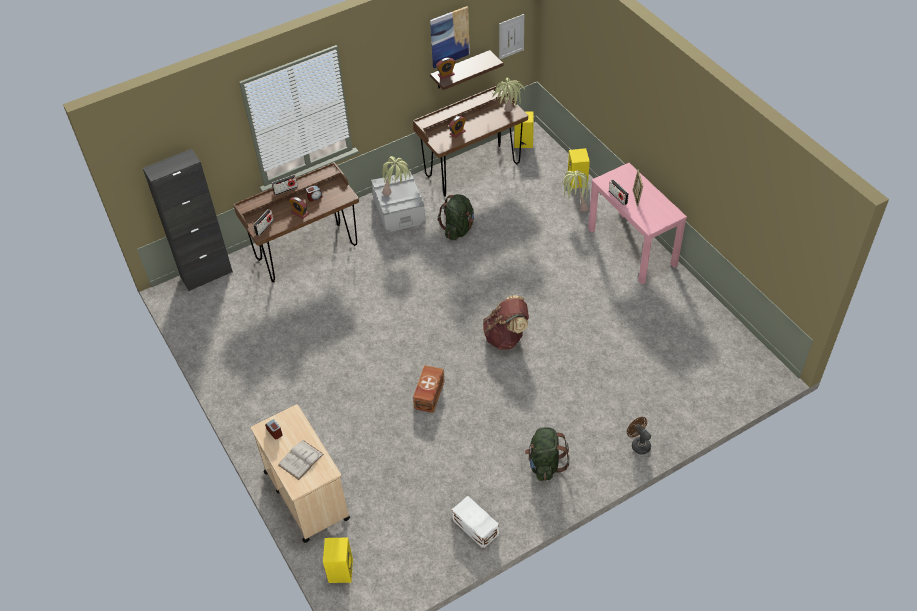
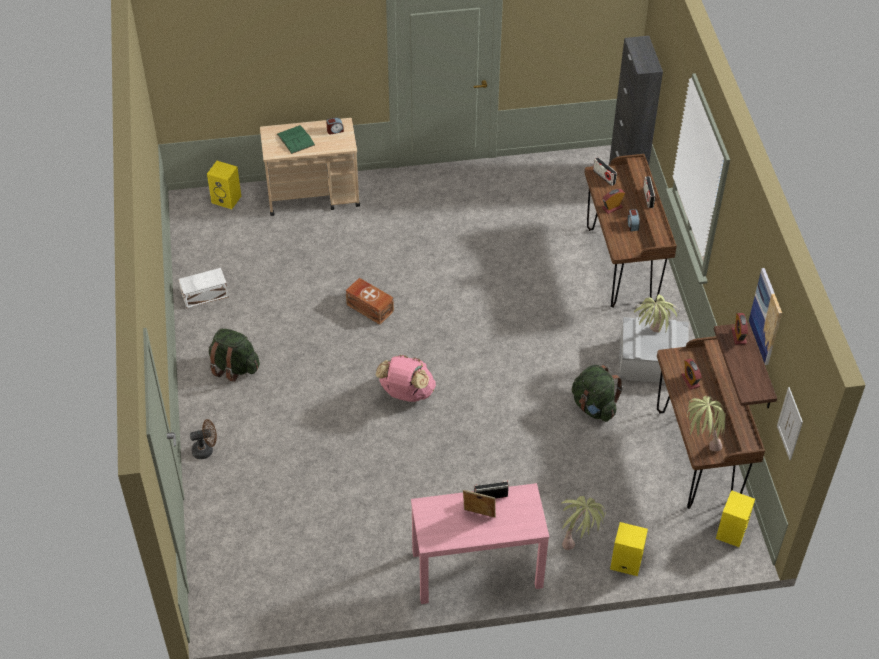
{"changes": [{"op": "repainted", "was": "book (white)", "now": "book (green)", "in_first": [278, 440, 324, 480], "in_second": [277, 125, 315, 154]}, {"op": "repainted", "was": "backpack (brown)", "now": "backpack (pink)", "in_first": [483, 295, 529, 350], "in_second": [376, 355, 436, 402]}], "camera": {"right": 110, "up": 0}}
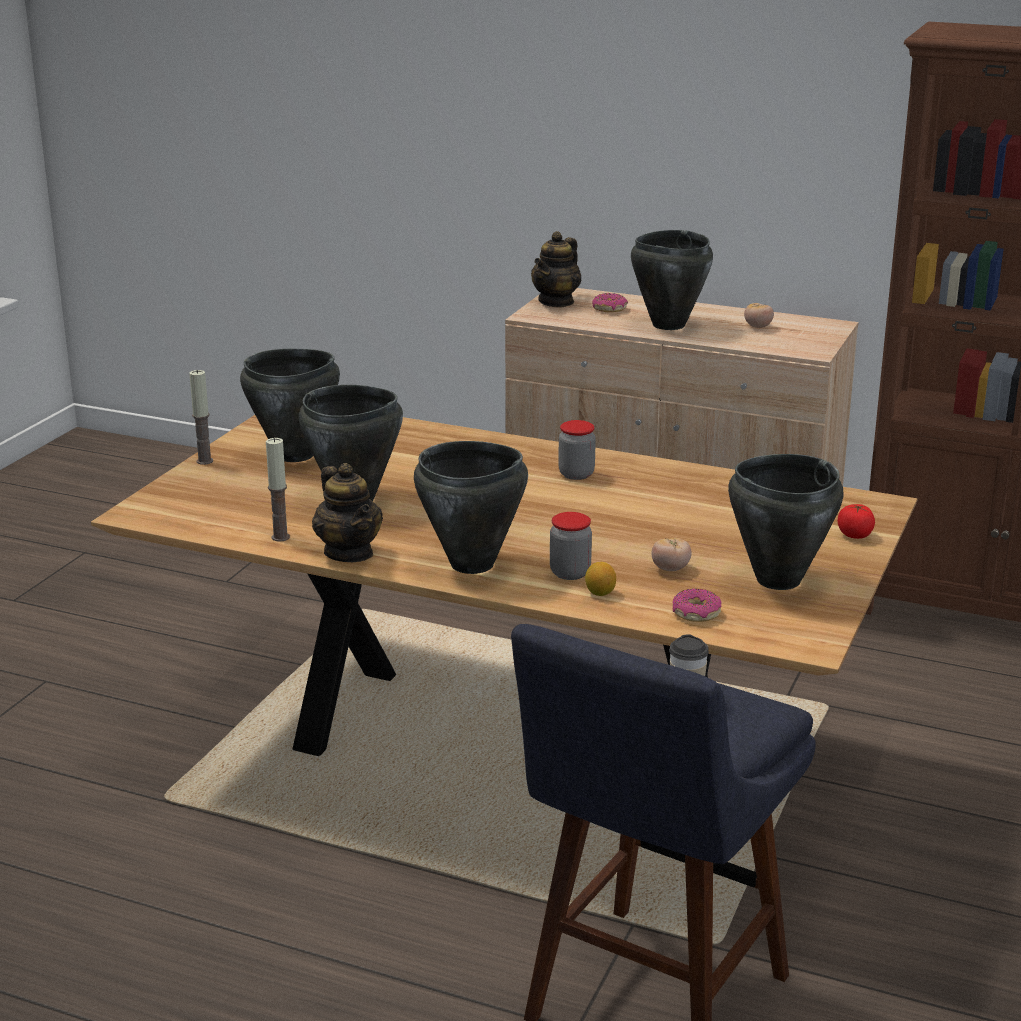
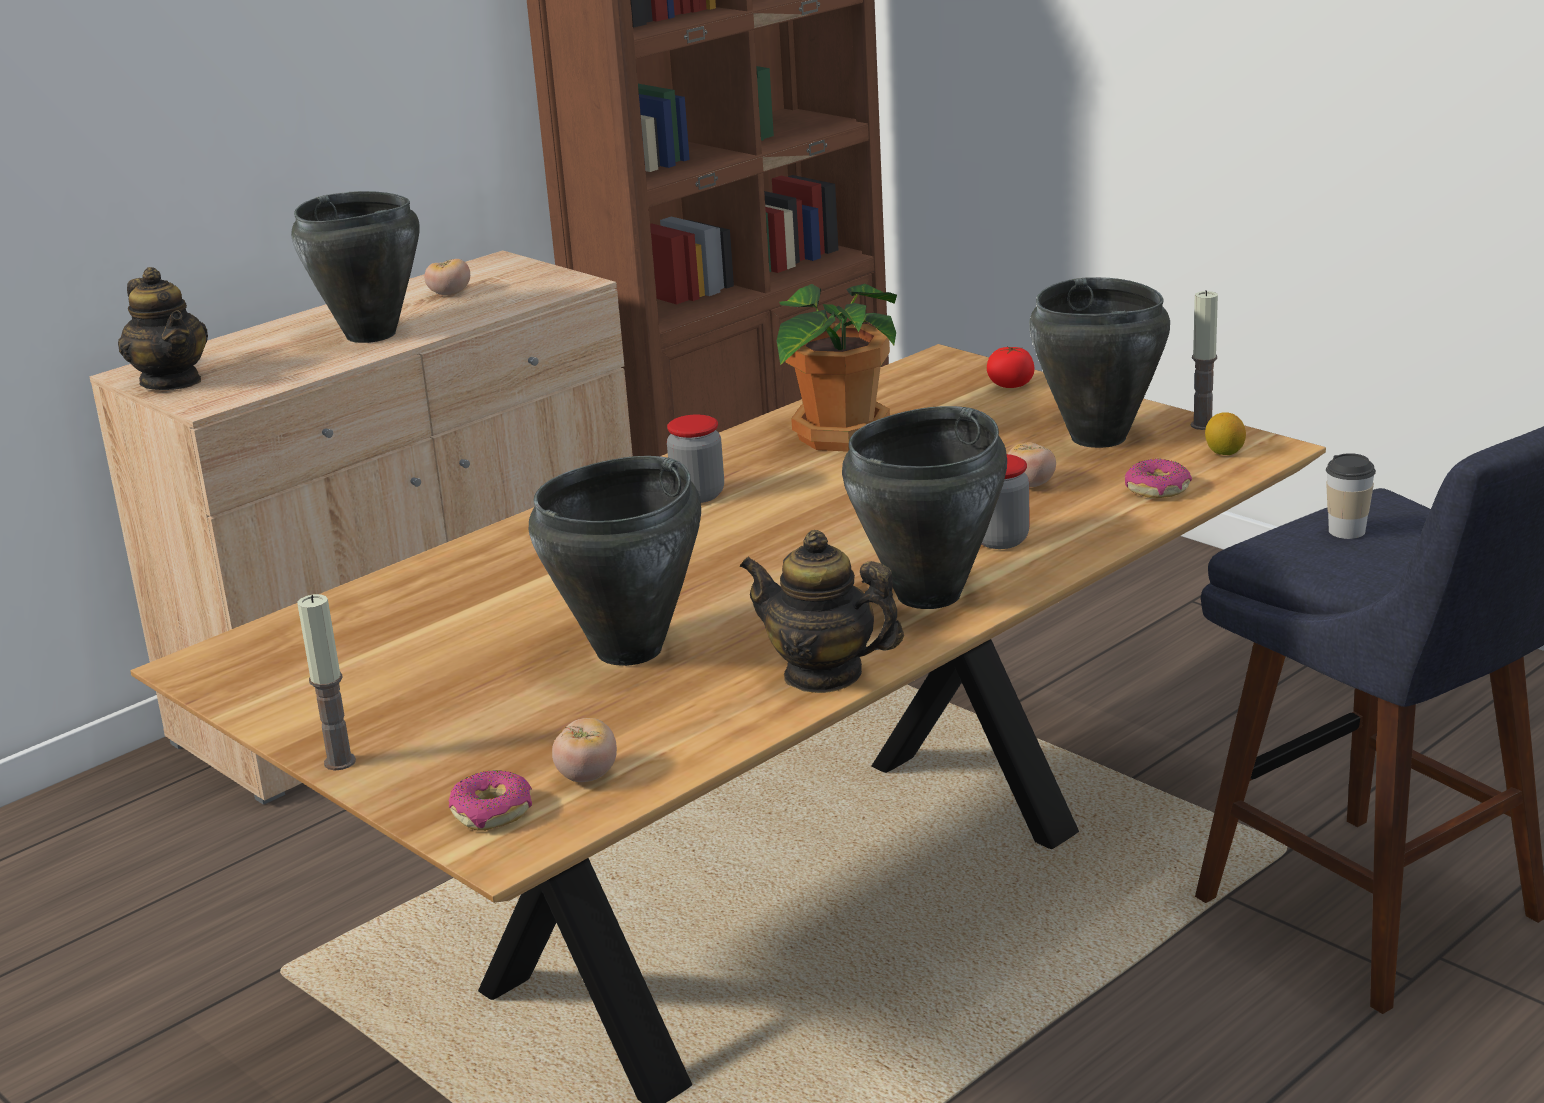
{"changes": [{"op": "gone", "was": "cooking pot (black)", "in_first": [240, 348, 340, 462]}, {"op": "new", "now": "tomato", "in_second": [552, 718, 617, 782]}, {"op": "new", "now": "potted plant", "in_second": [777, 284, 897, 452]}, {"op": "shifted", "was": "candle", "in_first": [266, 438, 290, 542], "in_second": [1191, 290, 1218, 430]}, {"op": "shifted", "was": "lemon", "in_first": [585, 562, 616, 596], "in_second": [1205, 412, 1246, 455]}, {"op": "shifted", "was": "donut", "in_first": [592, 293, 628, 312], "in_second": [449, 770, 532, 831]}, {"op": "rotated", "was": "teapot", "in_first": [312, 463, 383, 562], "in_second": [740, 530, 904, 693], "clockwise": -150}], "camera": {"right": -65, "up": 0}}
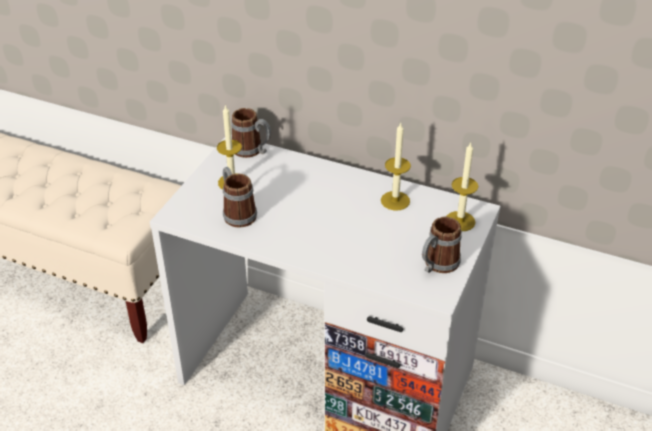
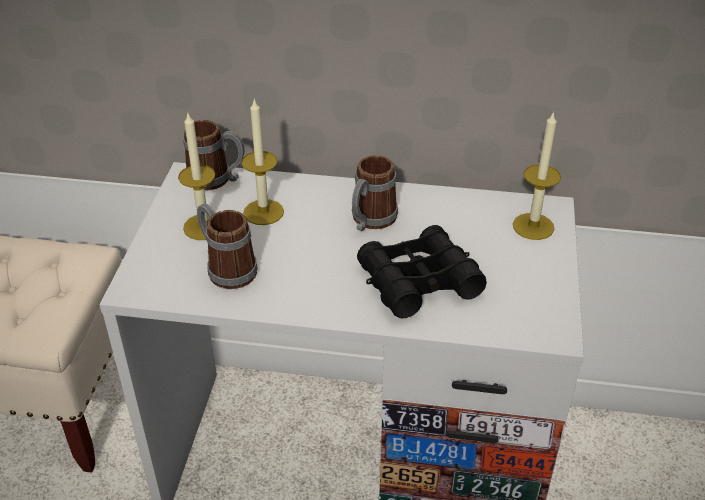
{"changes": [{"op": "new", "now": "binoculars (black)", "in_second": [357, 225, 487, 318]}, {"op": "shifted", "was": "candle", "in_first": [381, 123, 411, 210], "in_second": [241, 98, 284, 225]}, {"op": "shifted", "was": "mug", "in_first": [422, 217, 462, 273], "in_second": [352, 155, 398, 231]}], "camera": {"right": -15, "up": 0}}
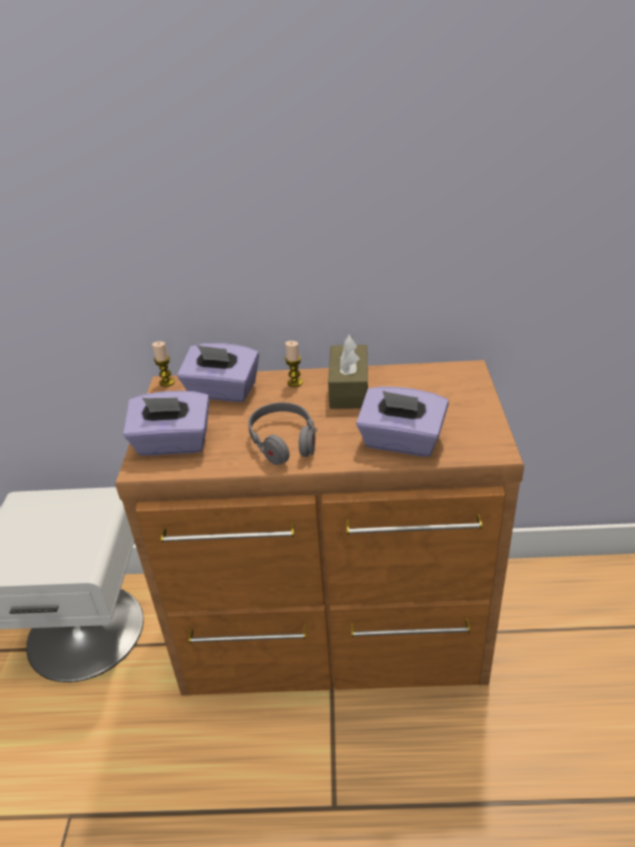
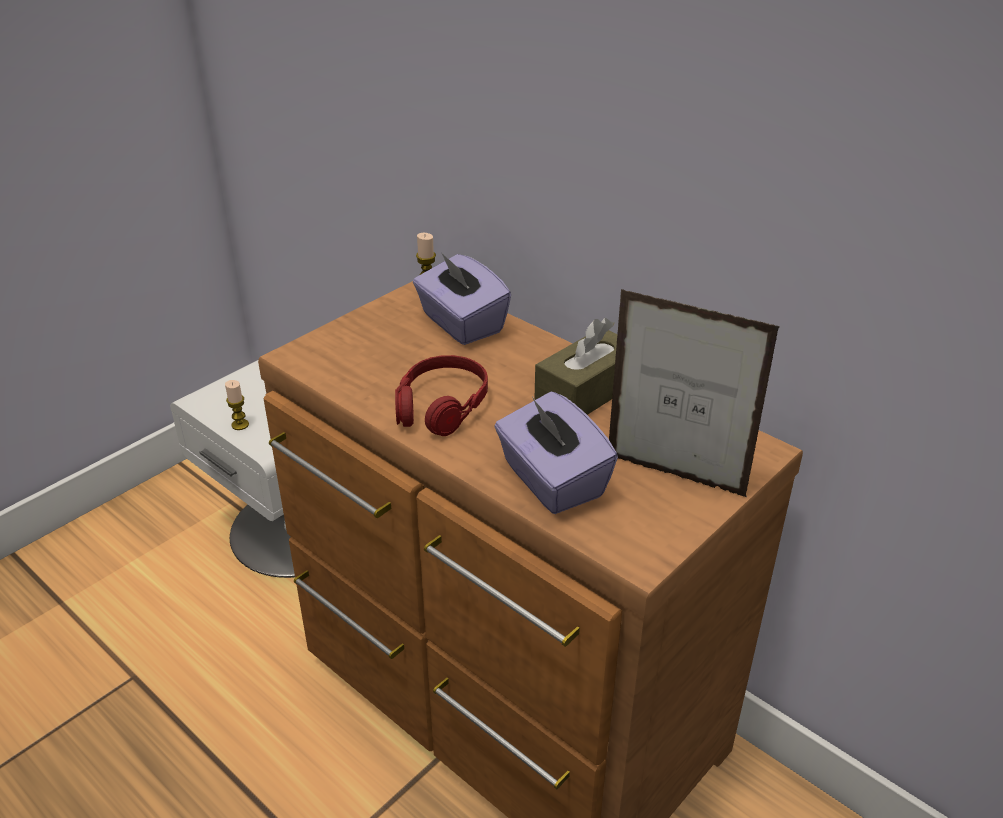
{"changes": [{"op": "gone", "was": "tissue box (purple)", "in_first": [123, 391, 210, 456]}, {"op": "new", "now": "picture frame", "in_second": [609, 289, 780, 497]}, {"op": "shifted", "was": "candle", "in_first": [285, 341, 303, 387], "in_second": [225, 380, 249, 430]}, {"op": "repainted", "was": "headphones (grey)", "now": "headphones (red)", "in_first": [248, 402, 317, 465], "in_second": [395, 355, 488, 436]}], "camera": {"right": 40, "up": 0}}
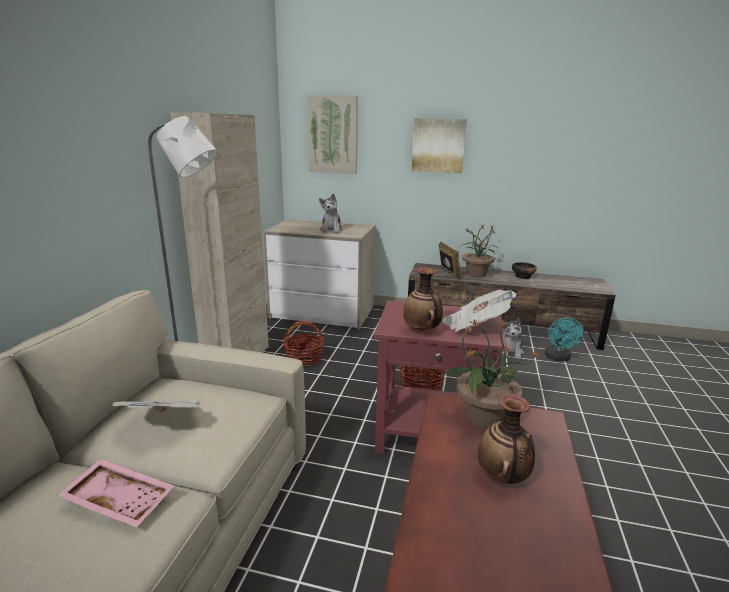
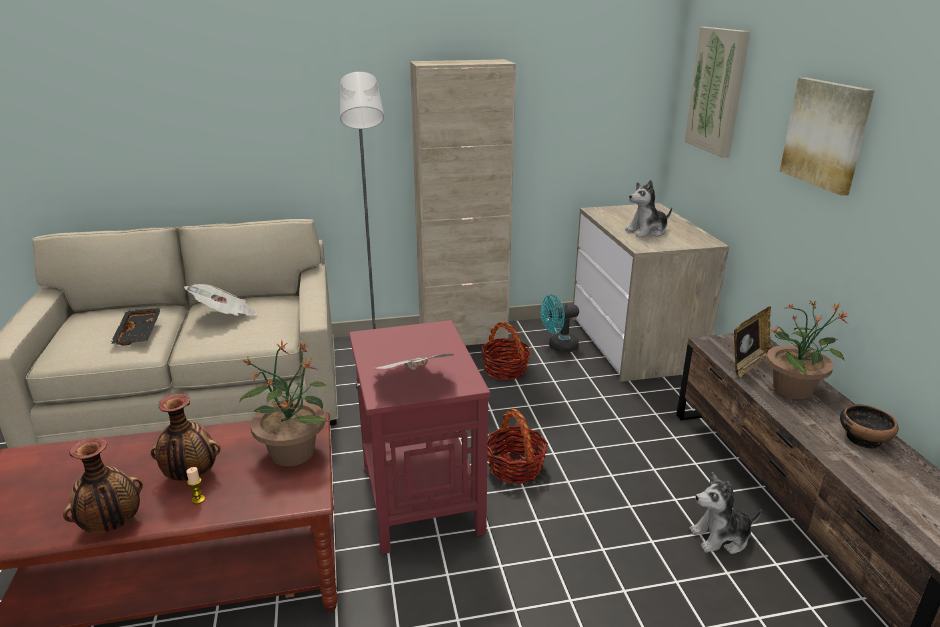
{"changes": [{"op": "new", "now": "candle", "in_second": [186, 467, 205, 504]}, {"op": "shifted", "was": "vase", "in_first": [403, 267, 443, 331], "in_second": [63, 437, 143, 533]}, {"op": "shifted", "was": "fan (turquoise)", "in_first": [545, 317, 584, 361], "in_second": [541, 294, 579, 353]}, {"op": "repainted", "was": "tray (pink)", "now": "tray (black)", "in_first": [57, 459, 174, 528], "in_second": [110, 308, 161, 346]}], "camera": {"right": 65, "up": 5}}
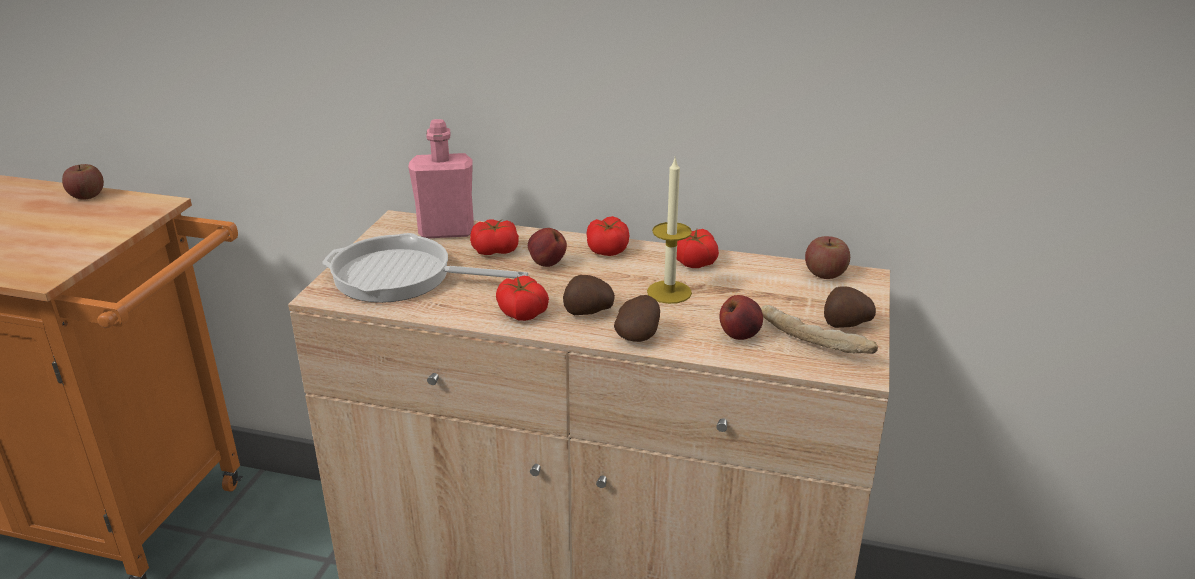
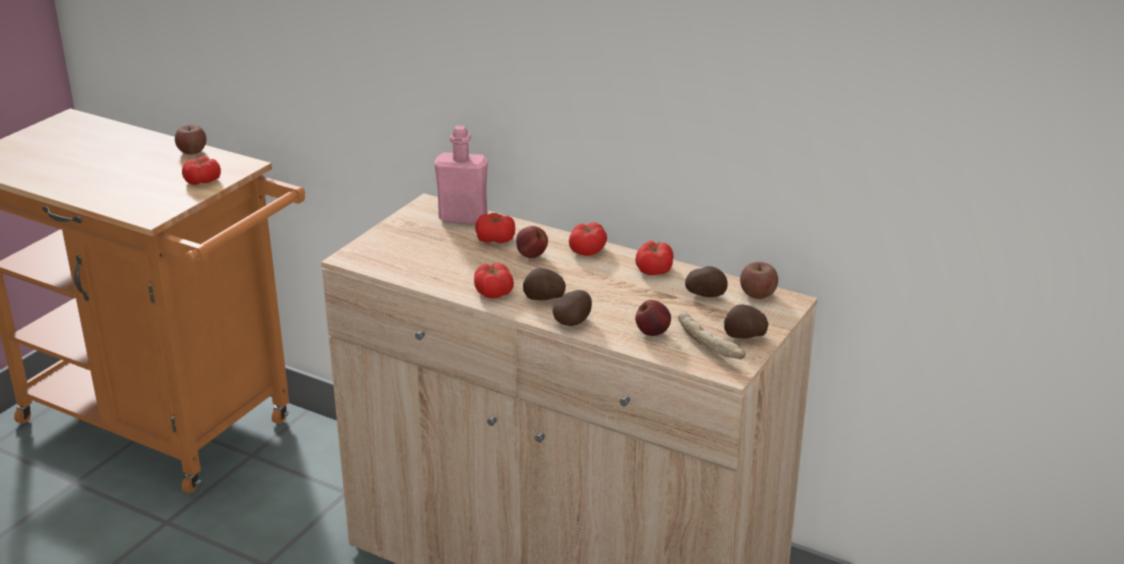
{"changes": [{"op": "gone", "was": "frying pan", "in_first": [322, 233, 528, 303]}, {"op": "gone", "was": "candle", "in_first": [647, 159, 692, 304]}, {"op": "new", "now": "tomato", "in_second": [182, 157, 221, 185]}, {"op": "new", "now": "potato", "in_second": [685, 266, 728, 297]}], "camera": {"right": 15, "up": 0}}
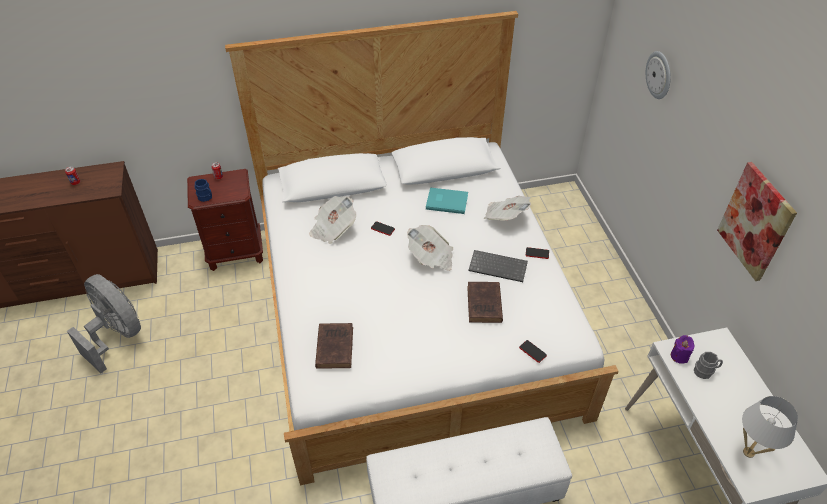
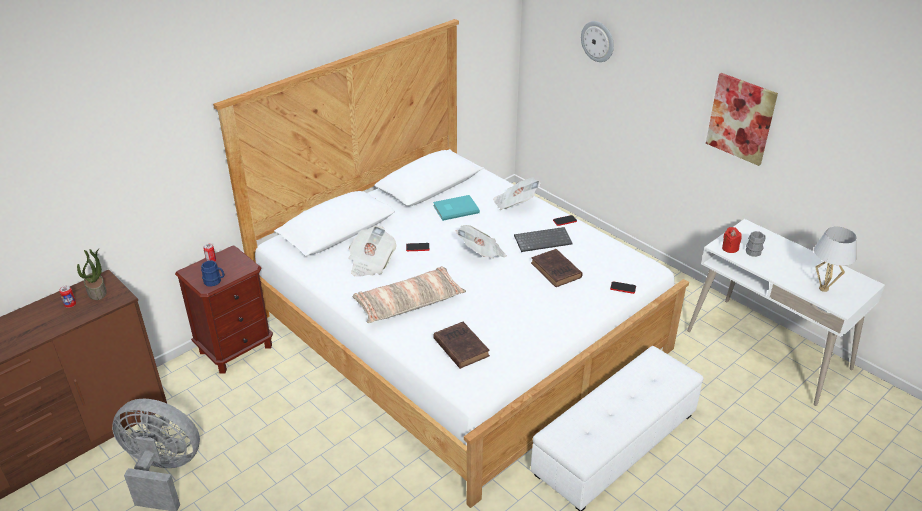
{"changes": [{"op": "new", "now": "potted plant", "in_second": [77, 248, 107, 300]}, {"op": "new", "now": "pillow", "in_second": [353, 266, 466, 323]}, {"op": "repainted", "was": "candle (purple)", "now": "candle (red)", "in_first": [671, 335, 695, 364], "in_second": [722, 227, 742, 253]}], "camera": {"right": -30, "up": -10}}
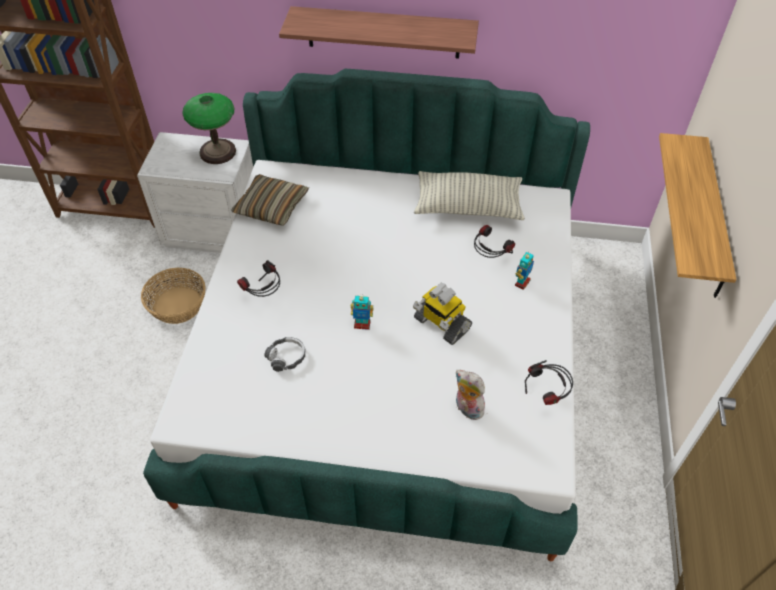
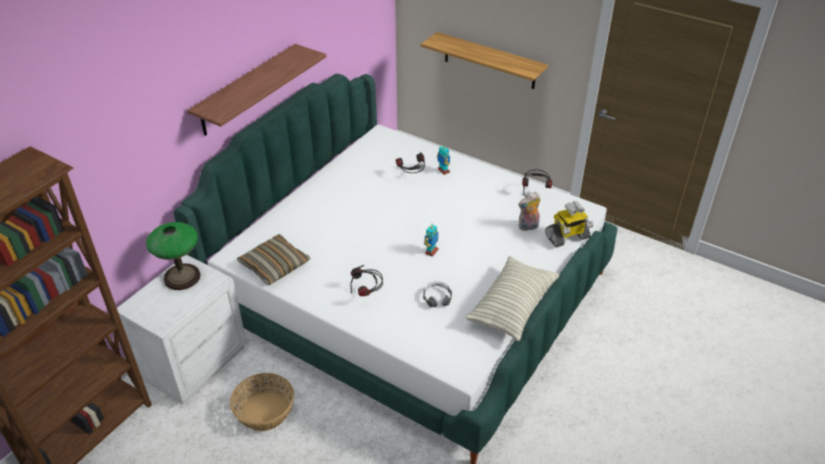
{"changes": [{"op": "shifted", "was": "toy robot", "in_first": [413, 283, 472, 345], "in_second": [545, 201, 594, 247]}, {"op": "shifted", "was": "pillow", "in_first": [414, 171, 525, 220], "in_second": [465, 256, 559, 342]}], "camera": {"right": -65, "up": -10}}
